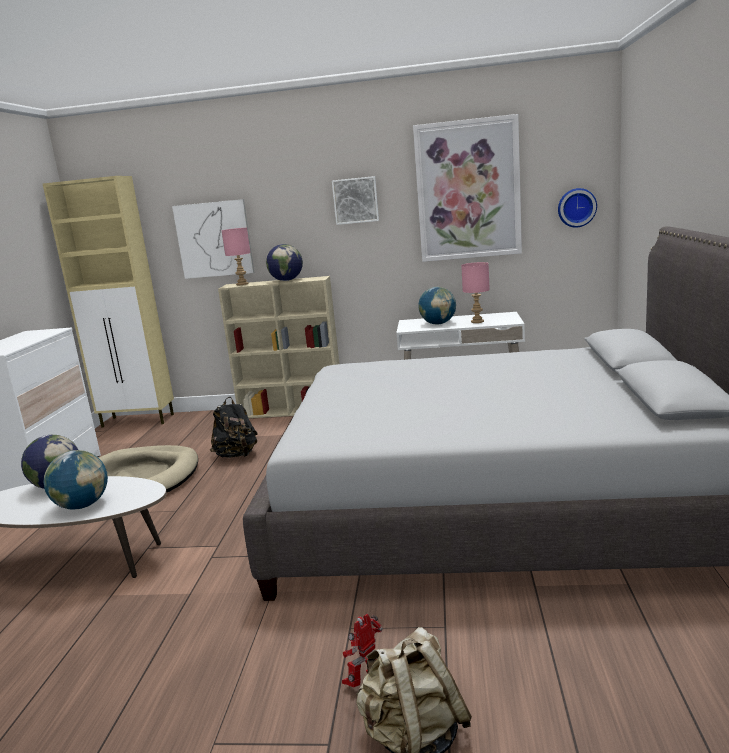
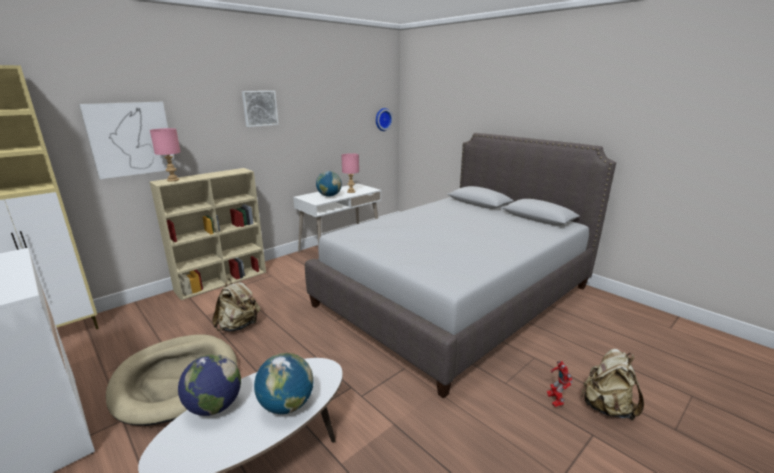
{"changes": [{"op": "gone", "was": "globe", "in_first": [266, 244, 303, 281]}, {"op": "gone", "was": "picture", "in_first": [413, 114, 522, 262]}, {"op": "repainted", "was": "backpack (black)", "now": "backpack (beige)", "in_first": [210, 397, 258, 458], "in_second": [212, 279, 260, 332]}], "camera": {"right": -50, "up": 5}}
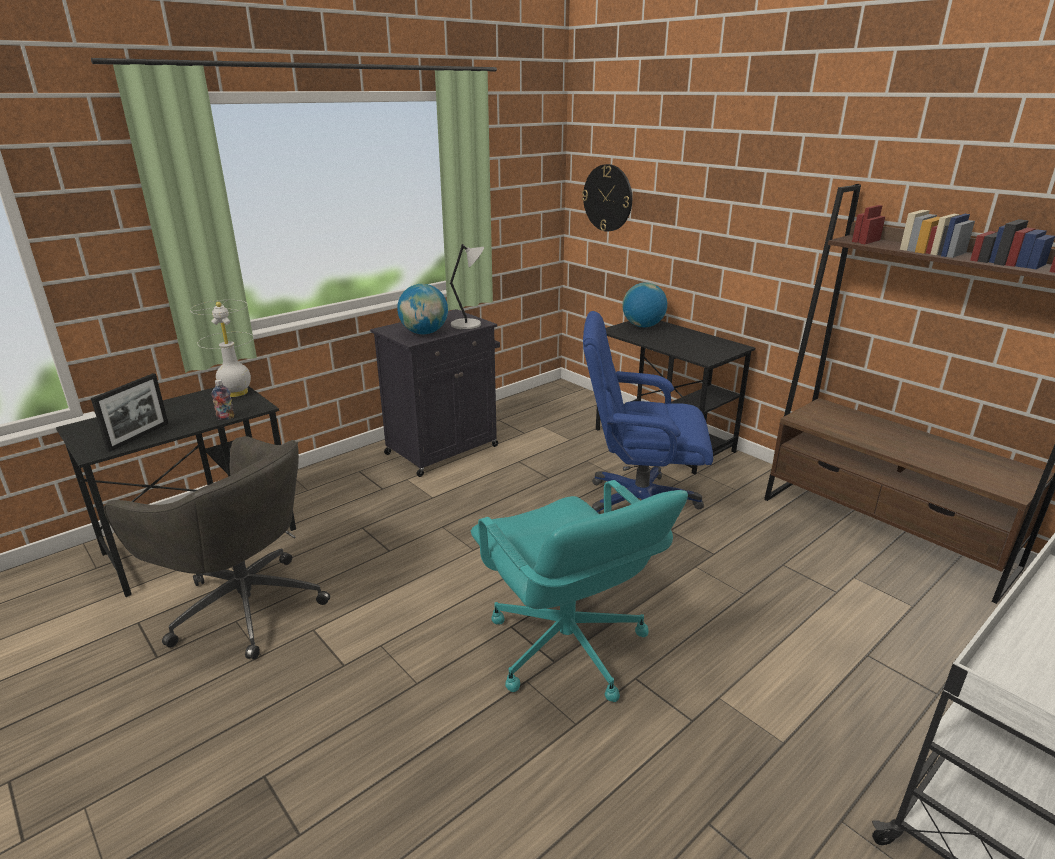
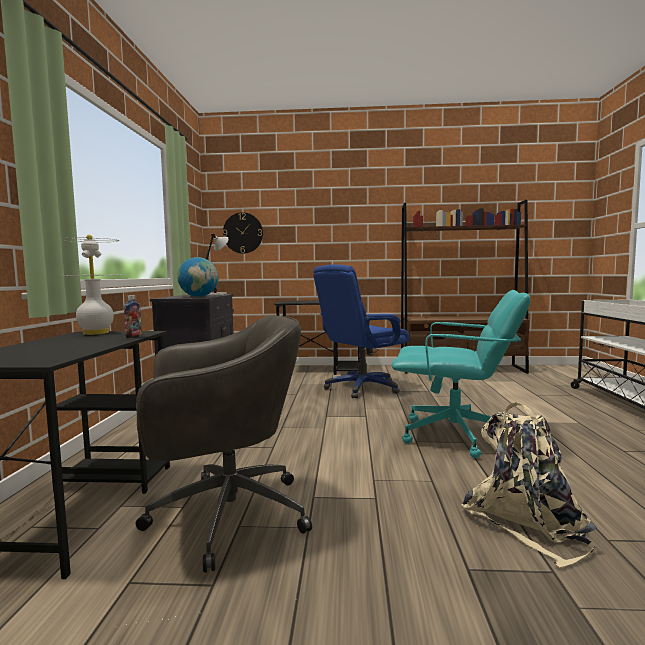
{"changes": [{"op": "gone", "was": "picture frame", "in_first": [91, 373, 169, 452]}, {"op": "gone", "was": "globe", "in_first": [622, 282, 667, 327]}, {"op": "new", "now": "backpack (beige)", "in_second": [462, 402, 597, 568]}], "camera": {"right": -45, "up": -20}}
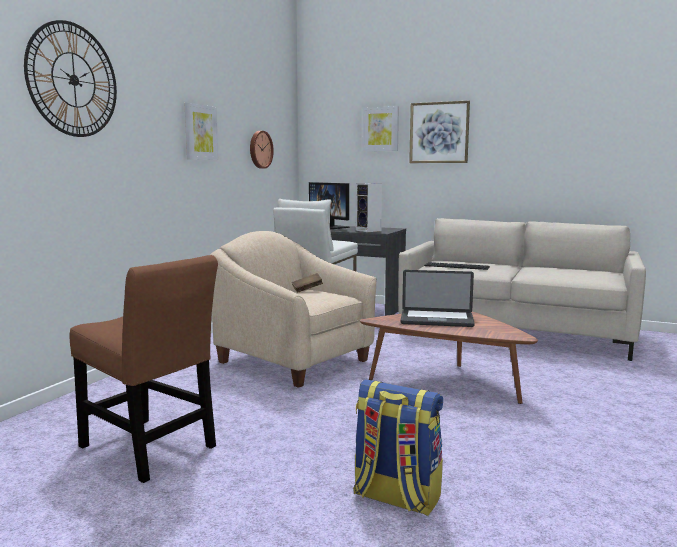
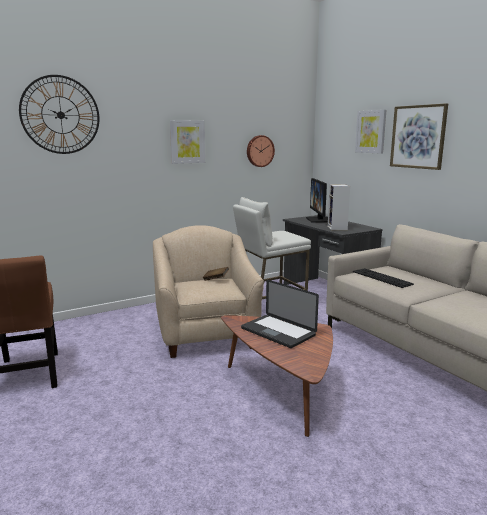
{"changes": [{"op": "gone", "was": "backpack", "in_first": [353, 379, 443, 516]}], "camera": {"right": 35, "up": 5}}
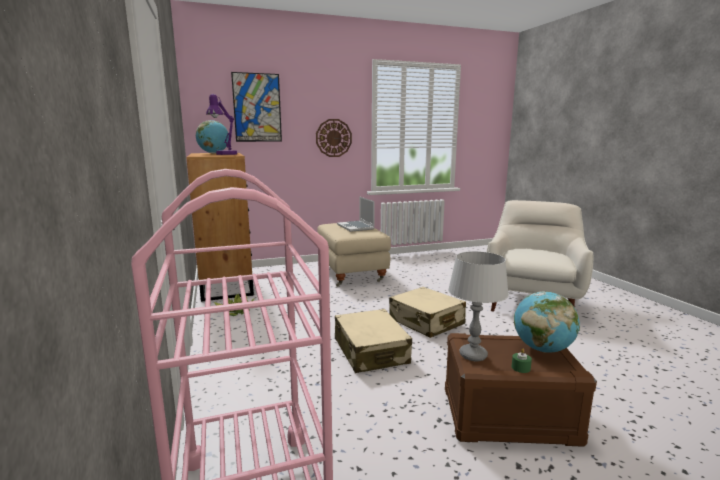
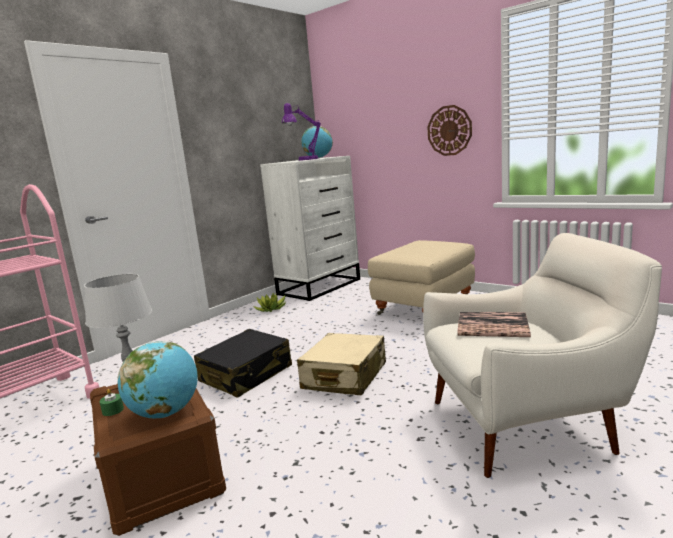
{"changes": [{"op": "gone", "was": "picture", "in_first": [231, 72, 282, 142]}, {"op": "gone", "was": "laptop", "in_first": [337, 197, 375, 232]}, {"op": "new", "now": "book", "in_second": [457, 312, 531, 337]}, {"op": "repainted", "was": "dresser (brown)", "now": "dresser (white)", "in_first": [186, 153, 254, 302], "in_second": [260, 156, 360, 301]}, {"op": "repainted", "was": "suitcase (beige)", "now": "suitcase (black)", "in_first": [335, 309, 412, 373], "in_second": [194, 329, 292, 397]}], "camera": {"right": 60, "up": 0}}
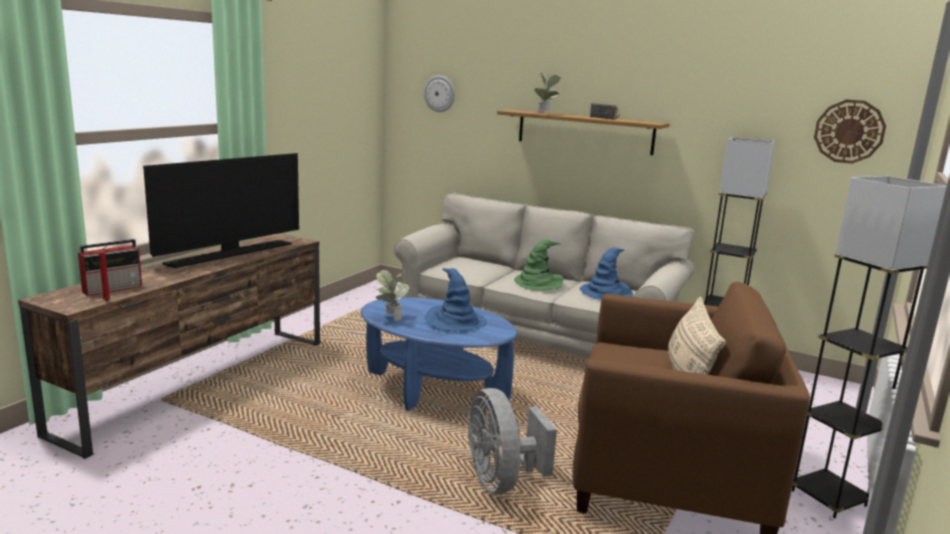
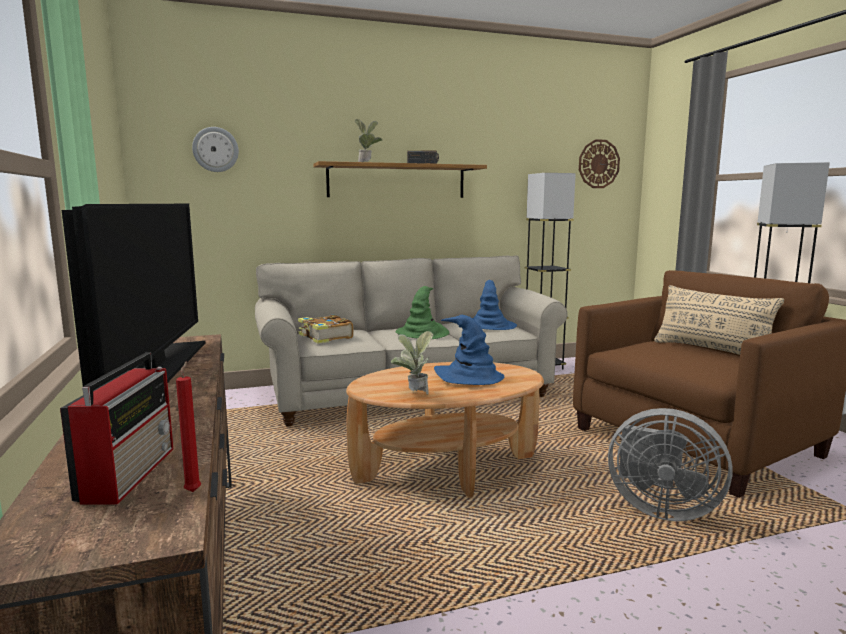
{"changes": [{"op": "new", "now": "book", "in_second": [298, 315, 354, 344]}, {"op": "repainted", "was": "coffee table (blue)", "now": "coffee table (brown)", "in_first": [361, 297, 517, 411], "in_second": [346, 362, 544, 498]}], "camera": {"right": -45, "up": -5}}
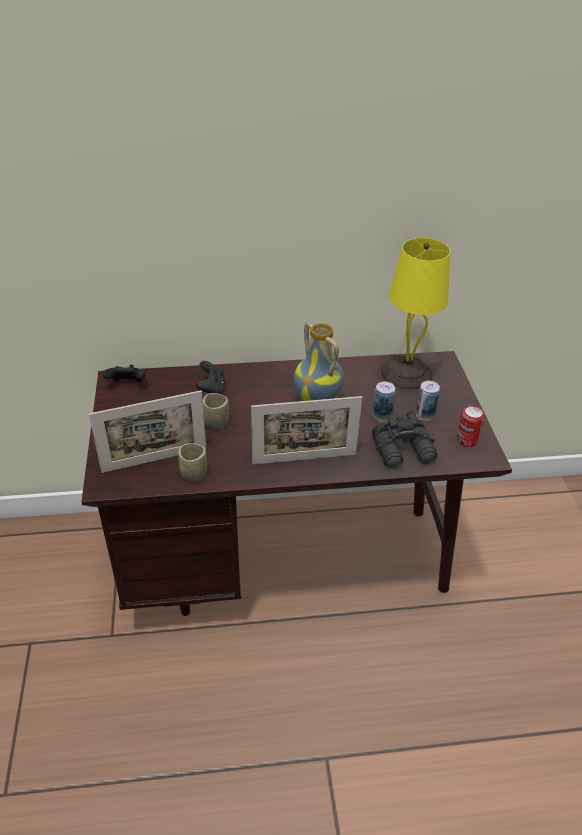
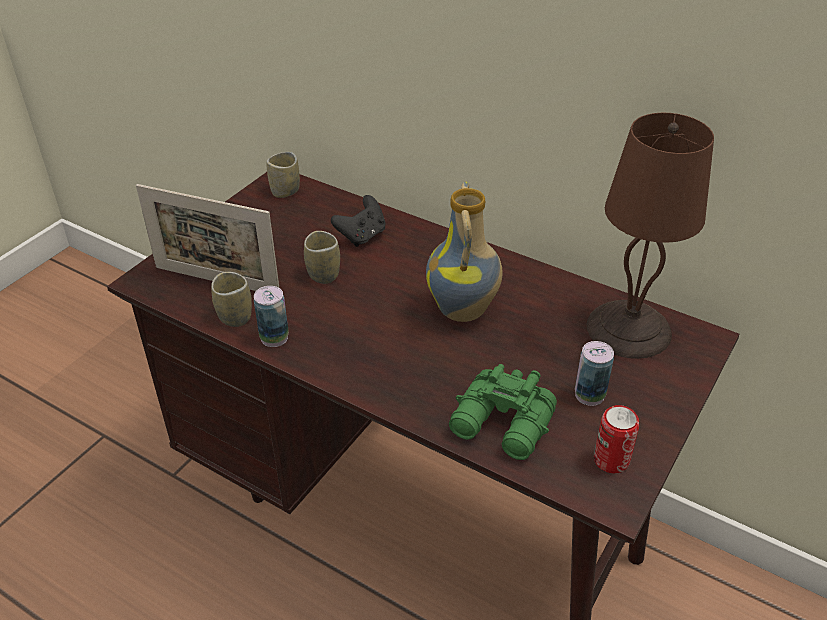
{"changes": [{"op": "gone", "was": "picture frame", "in_first": [251, 396, 362, 464]}, {"op": "shifted", "was": "can", "in_first": [373, 381, 395, 422], "in_second": [254, 286, 289, 347]}, {"op": "swapped", "was": "game controller (black)", "now": "cup", "in_first": [103, 365, 146, 382], "in_second": [266, 152, 300, 198]}, {"op": "repainted", "was": "binoculars (black)", "now": "binoculars (green)", "in_first": [372, 411, 438, 469], "in_second": [449, 364, 557, 460]}, {"op": "repainted", "was": "table lamp (yellow)", "now": "table lamp (brown)", "in_first": [381, 238, 450, 389], "in_second": [587, 113, 714, 359]}], "camera": {"right": 40, "up": 0}}
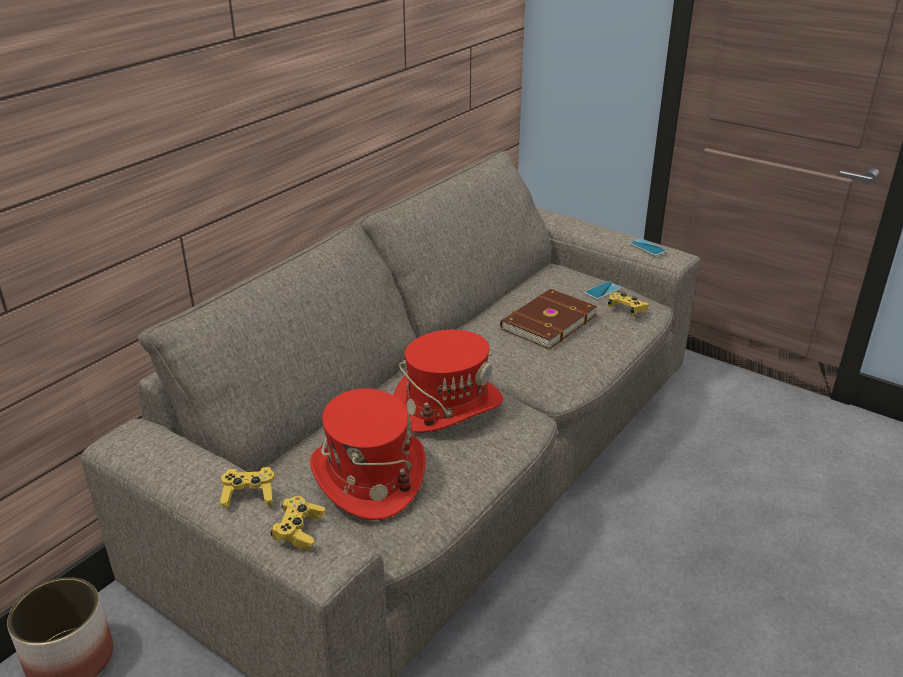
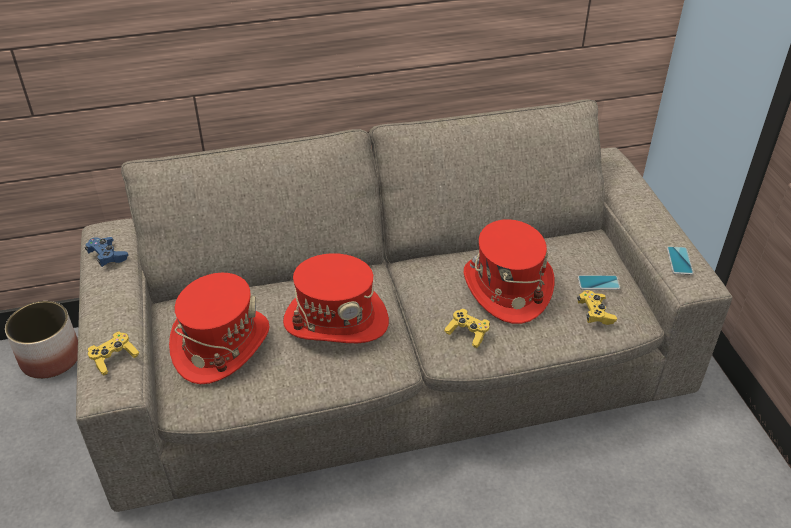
{"changes": [{"op": "new", "now": "game controller (blue)", "in_second": [84, 237, 128, 267]}, {"op": "shifted", "was": "game controller (yellow)", "in_first": [220, 467, 275, 508], "in_second": [444, 309, 490, 348]}, {"op": "swapped", "was": "book (brown)", "now": "hat (red)", "in_first": [500, 289, 597, 349], "in_second": [464, 219, 554, 324]}], "camera": {"right": 40, "up": 10}}
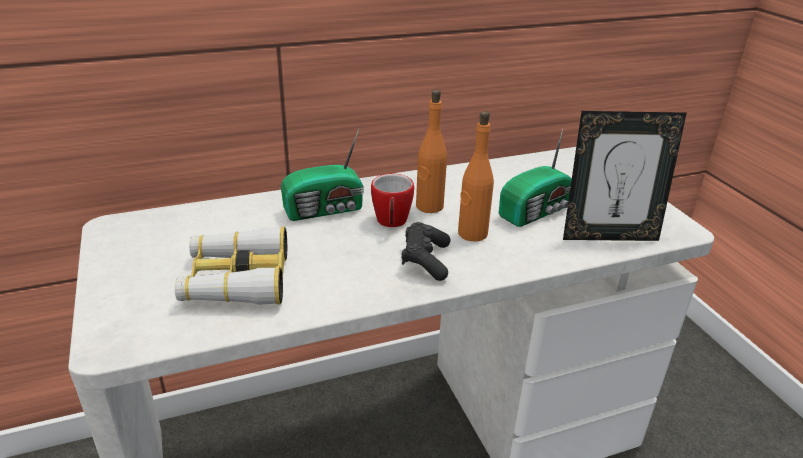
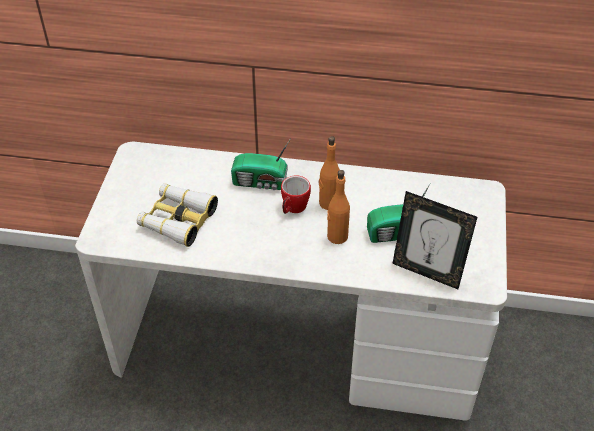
{"changes": [{"op": "gone", "was": "game controller (black)", "in_first": [401, 222, 450, 281]}], "camera": {"right": 30, "up": 15}}
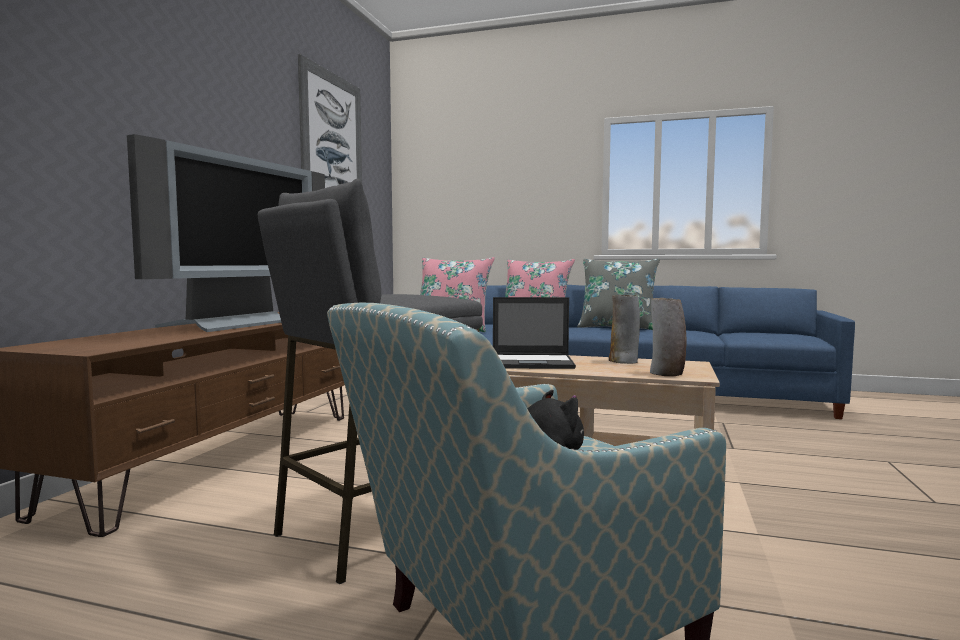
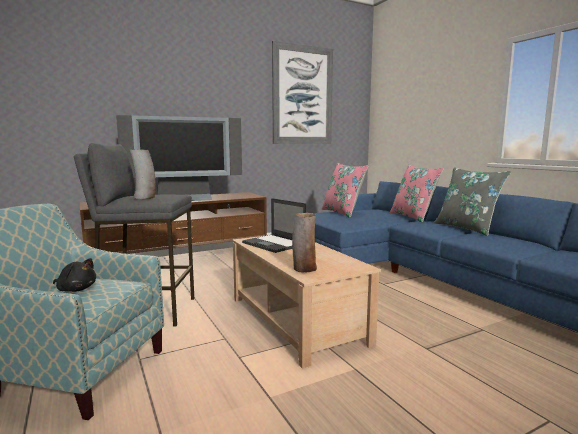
{"changes": [{"op": "shifted", "was": "vase", "in_first": [609, 295, 640, 364], "in_second": [129, 149, 156, 199]}], "camera": {"right": 45, "up": 5}}
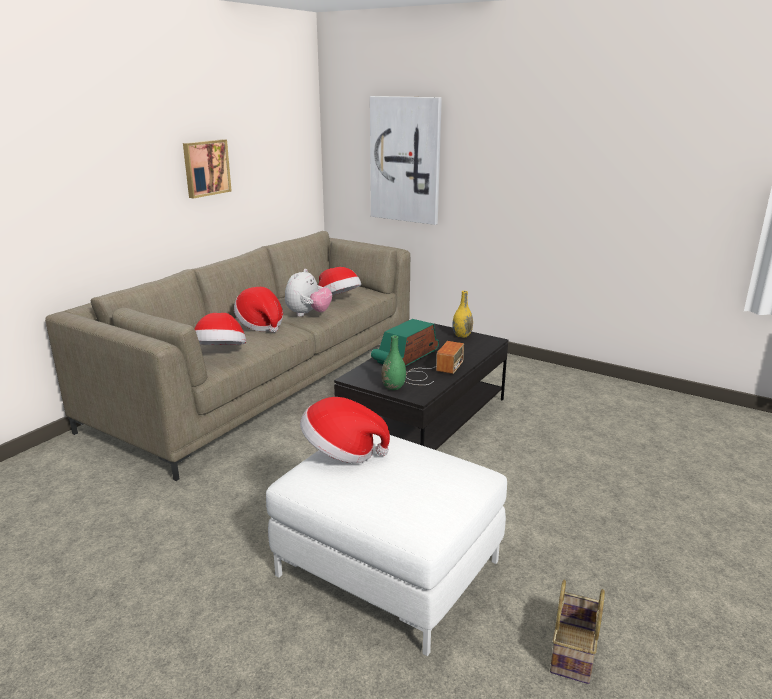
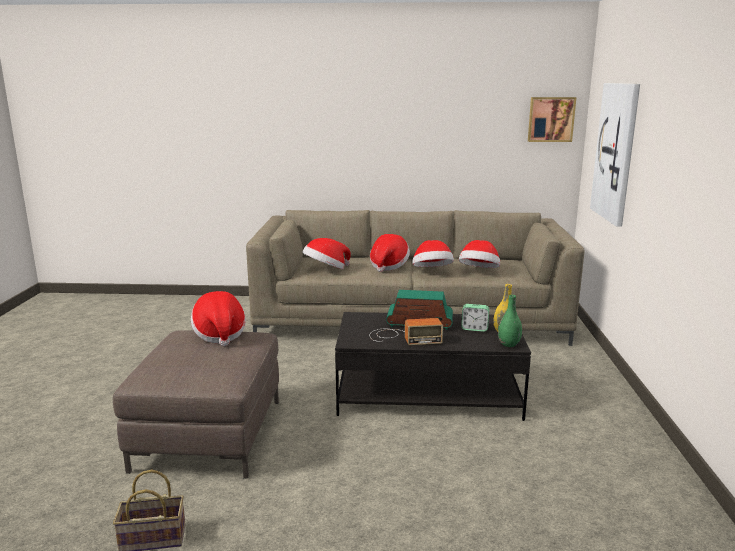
{"changes": [{"op": "new", "now": "alarm clock", "in_second": [461, 304, 489, 332]}, {"op": "shifted", "was": "picture", "in_first": [183, 139, 232, 198], "in_second": [528, 97, 576, 142]}, {"op": "shifted", "was": "vase (green)", "in_first": [381, 335, 406, 390], "in_second": [498, 295, 522, 347]}, {"op": "swapped", "was": "plush toy", "now": "hat", "in_first": [285, 269, 332, 317], "in_second": [412, 240, 454, 267]}, {"op": "repainted", "was": "ottoman (white)", "now": "ottoman (brown)", "in_first": [266, 434, 507, 656], "in_second": [113, 330, 279, 479]}], "camera": {"right": 60, "up": -5}}
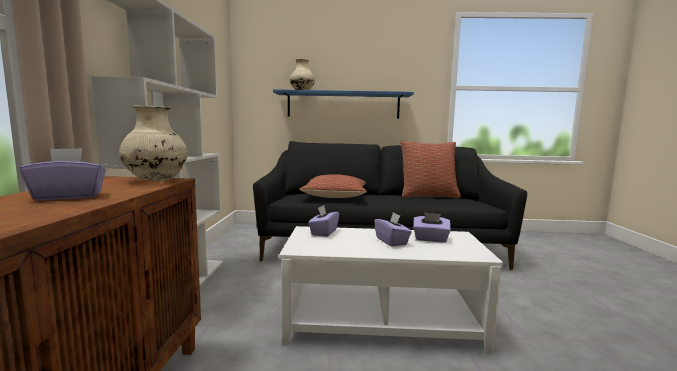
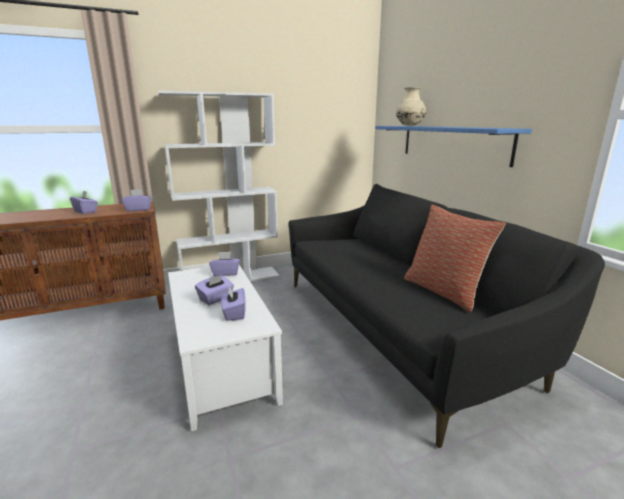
{"changes": [{"op": "gone", "was": "pillow", "in_first": [299, 174, 367, 198]}, {"op": "swapped", "was": "vase (beige)", "now": "tissue box (purple)", "in_first": [119, 106, 188, 181], "in_second": [122, 189, 152, 211]}], "camera": {"right": 65, "up": 10}}
